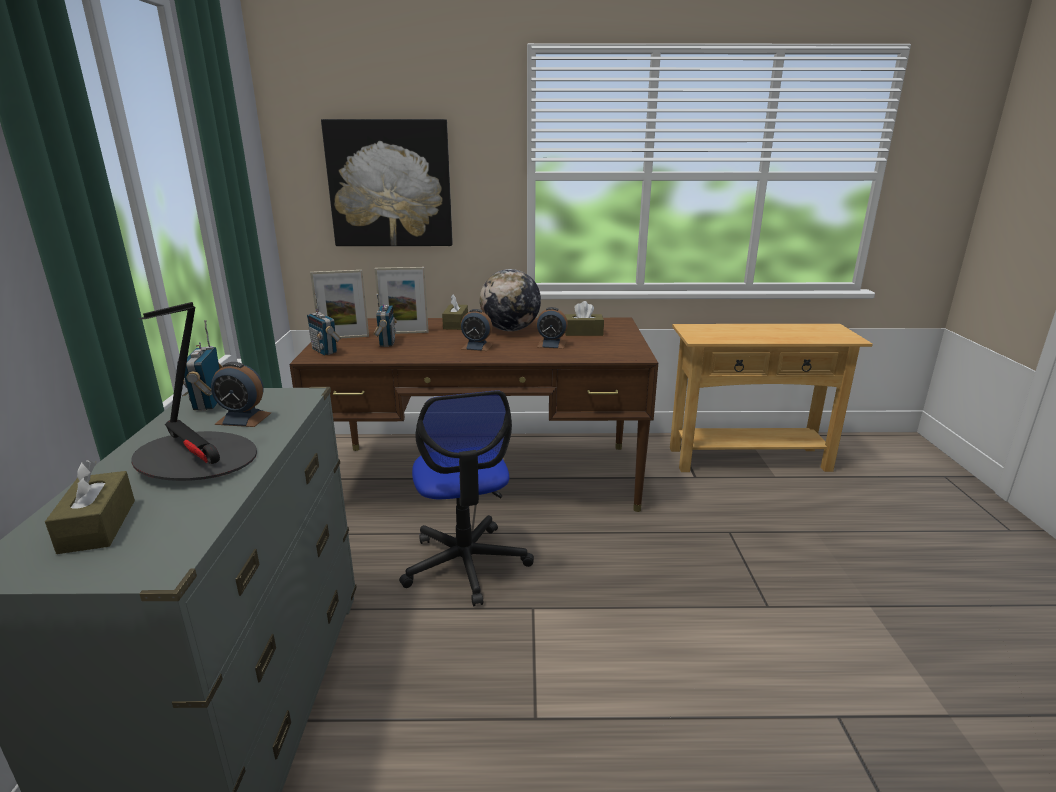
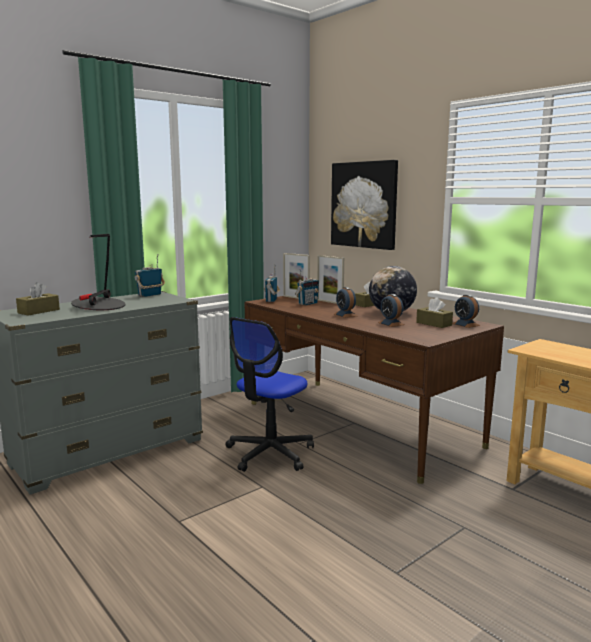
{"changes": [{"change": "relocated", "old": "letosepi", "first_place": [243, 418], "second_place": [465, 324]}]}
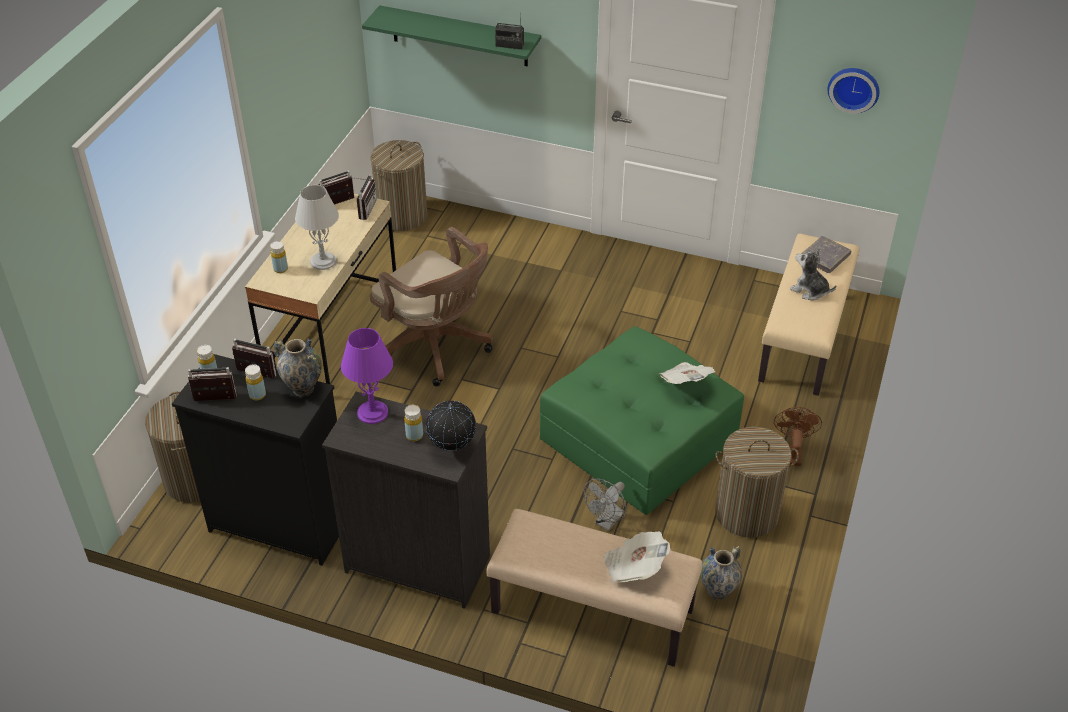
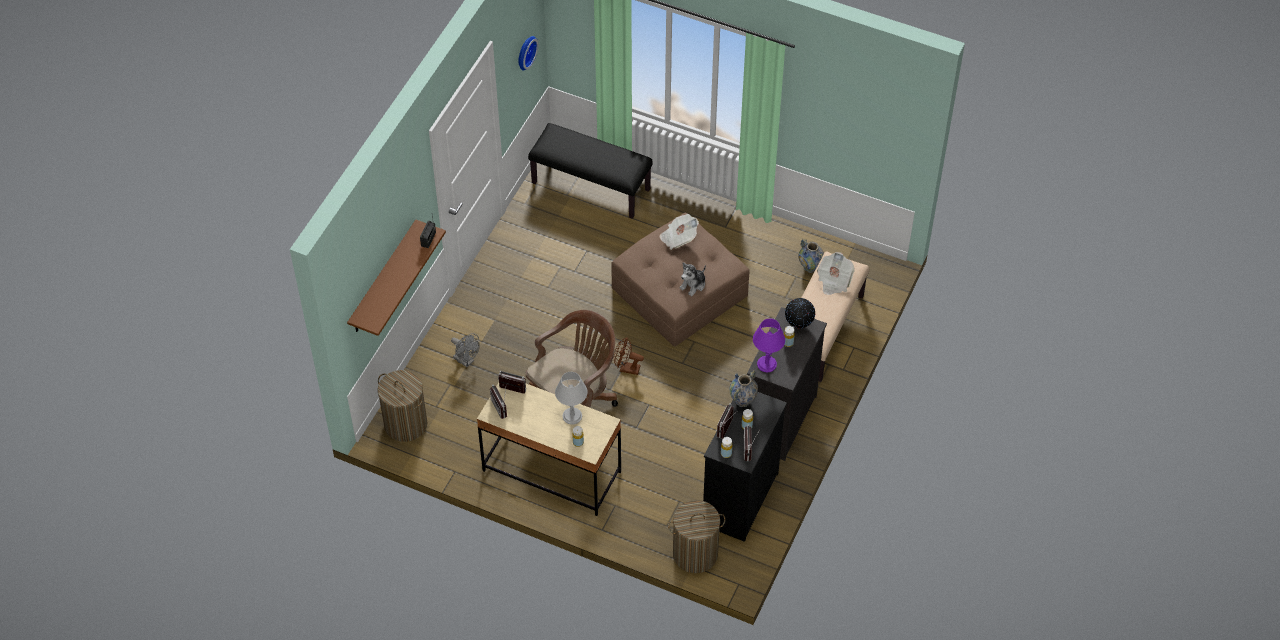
{"changes": [{"change": "missing", "old": "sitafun", "first_place": [746, 513]}, {"change": "missing", "old": "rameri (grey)", "first_place": [825, 257]}, {"change": "relocated", "old": "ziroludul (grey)", "first_place": [607, 522], "second_place": [466, 361]}, {"change": "relocated", "old": "ziroludul (brown)", "first_place": [792, 452], "second_place": [626, 368]}, {"change": "relocated", "old": "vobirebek", "first_place": [810, 290], "second_place": [693, 285]}, {"change": "colour", "old": "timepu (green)", "new": "timepu (brown)", "first_place": [459, 36], "second_place": [383, 279]}, {"change": "colour", "old": "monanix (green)", "new": "monanix (brown)", "first_place": [638, 439], "second_place": [680, 292]}, {"change": "colour", "old": "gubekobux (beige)", "new": "gubekobux (black)", "first_place": [804, 338], "second_place": [591, 186]}]}
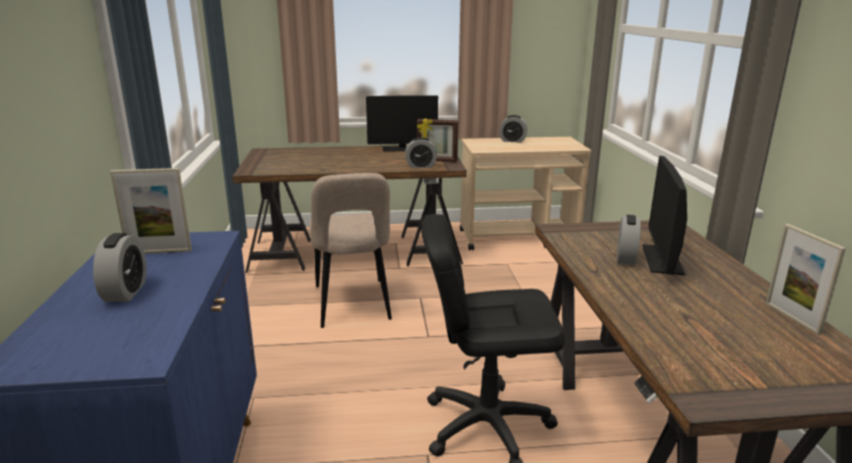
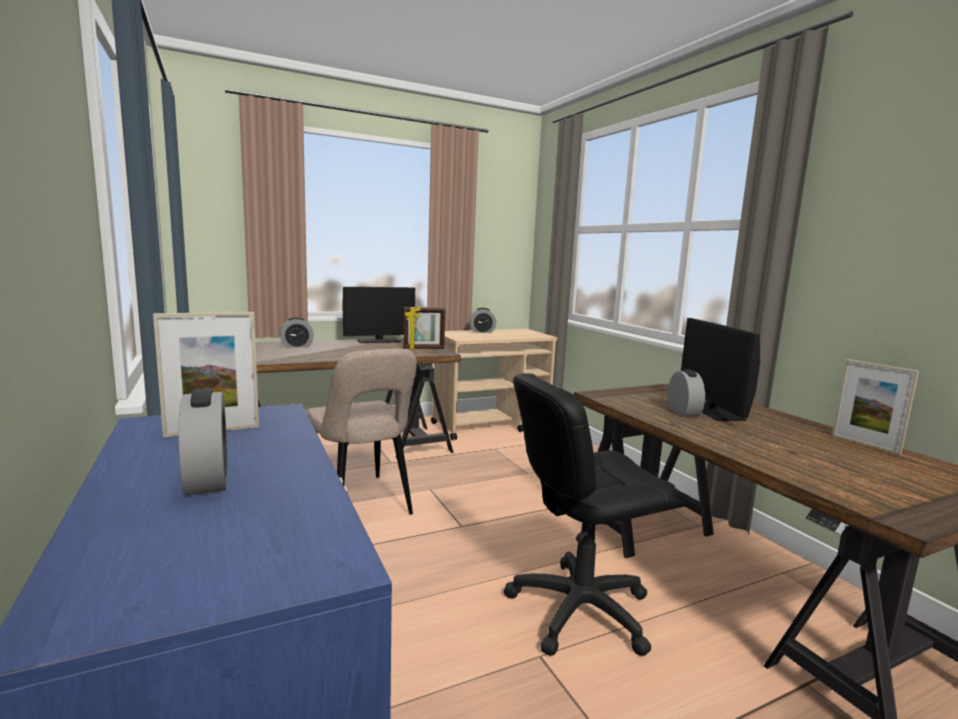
{"changes": [{"change": "relocated", "old": "letosepi", "first_place": [421, 166], "second_place": [297, 346]}]}
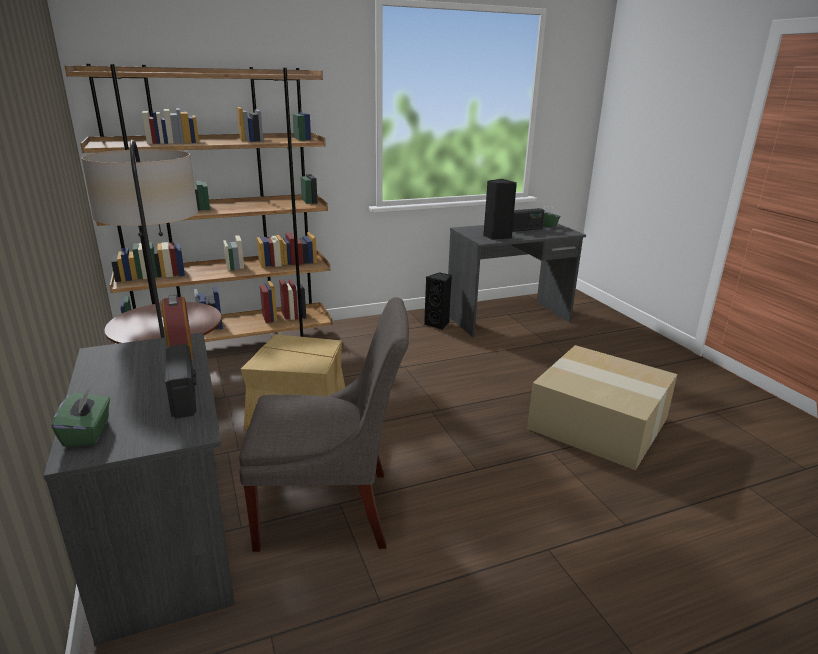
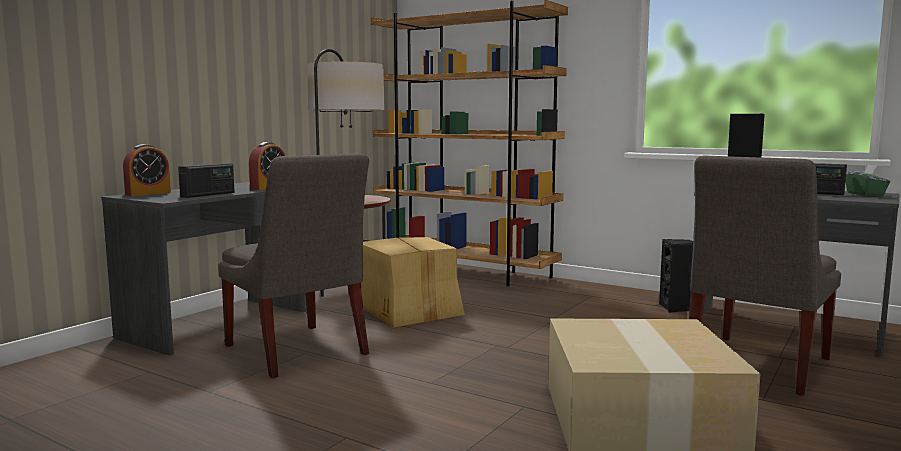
{"changes": [{"change": "appeared", "new": "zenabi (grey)", "second_place": [755, 365]}, {"change": "exchanged", "old": "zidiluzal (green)", "new": "letosepi", "first_place": [88, 433], "second_place": [148, 193]}]}
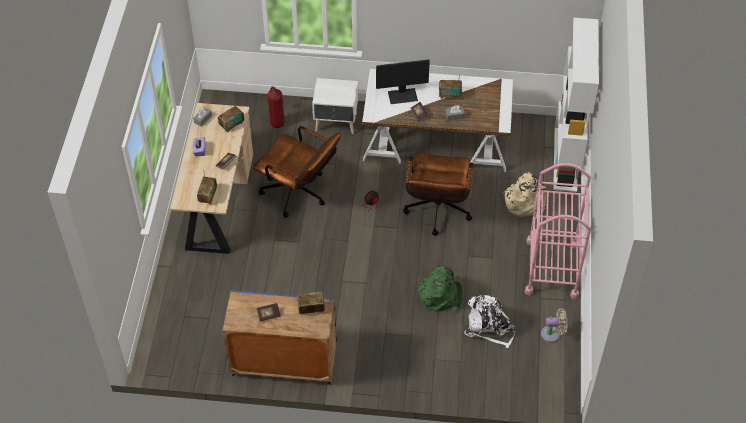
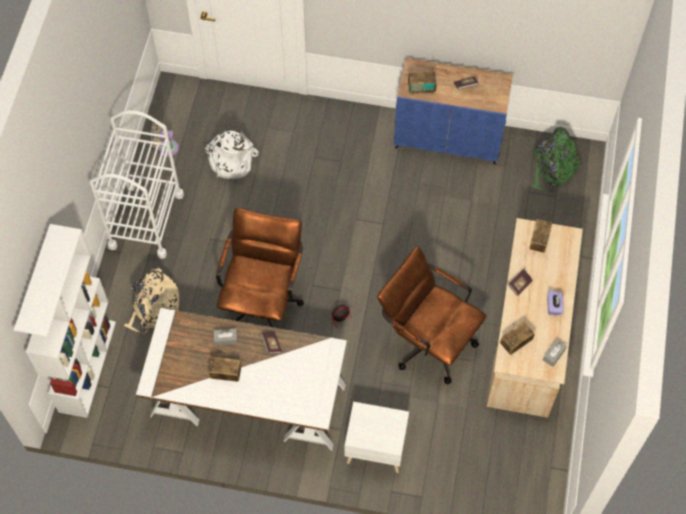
{"changes": [{"change": "missing", "old": "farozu", "first_place": [276, 123]}, {"change": "missing", "old": "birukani", "first_place": [403, 95]}, {"change": "relocated", "old": "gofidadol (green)", "first_place": [440, 294], "second_place": [553, 168]}, {"change": "colour", "old": "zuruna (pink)", "new": "zuruna (white)", "first_place": [552, 268], "second_place": [146, 220]}]}
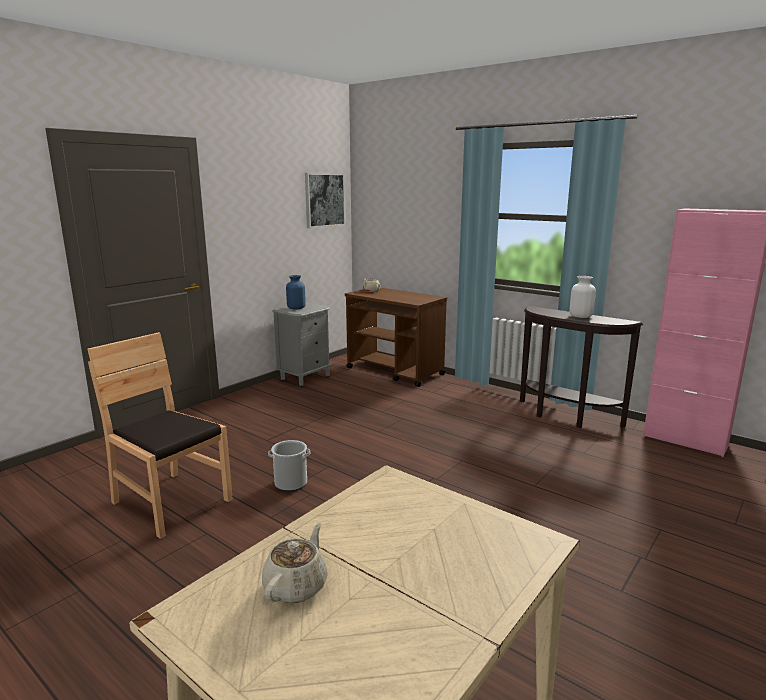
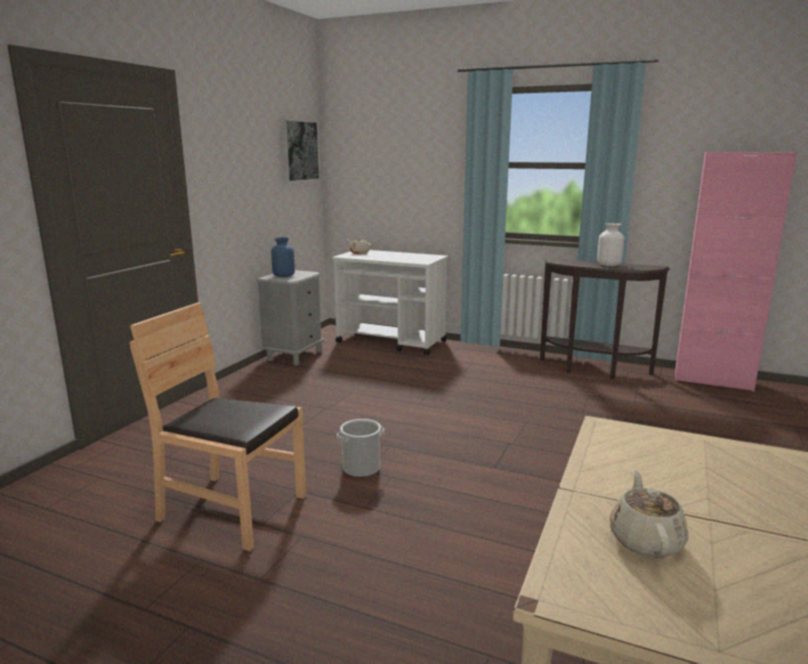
{"changes": [{"change": "colour", "old": "zuruna (brown)", "new": "zuruna (white)", "first_place": [395, 371], "second_place": [392, 342]}]}
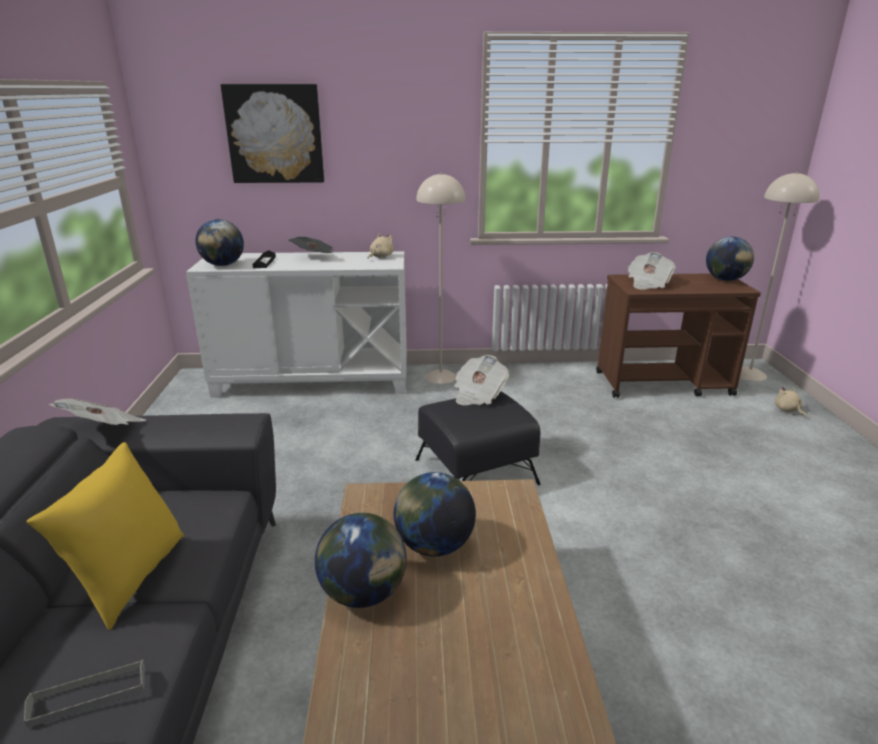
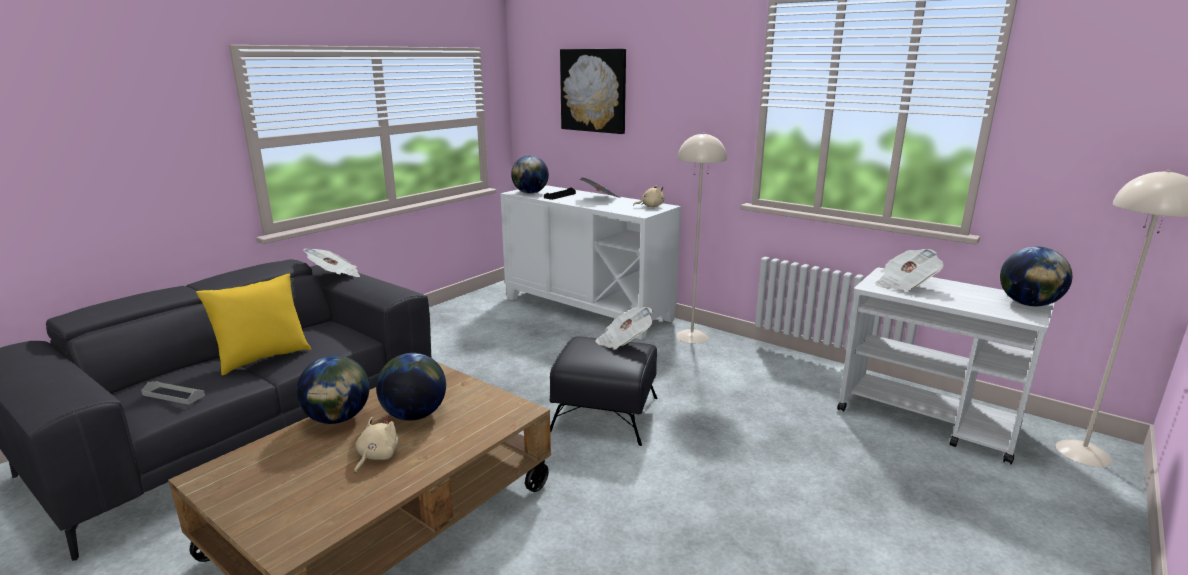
{"changes": [{"change": "relocated", "old": "vobirebek (beige)", "first_place": [788, 410], "second_place": [377, 457]}, {"change": "colour", "old": "zuruna (brown)", "new": "zuruna (white)", "first_place": [664, 383], "second_place": [928, 419]}]}
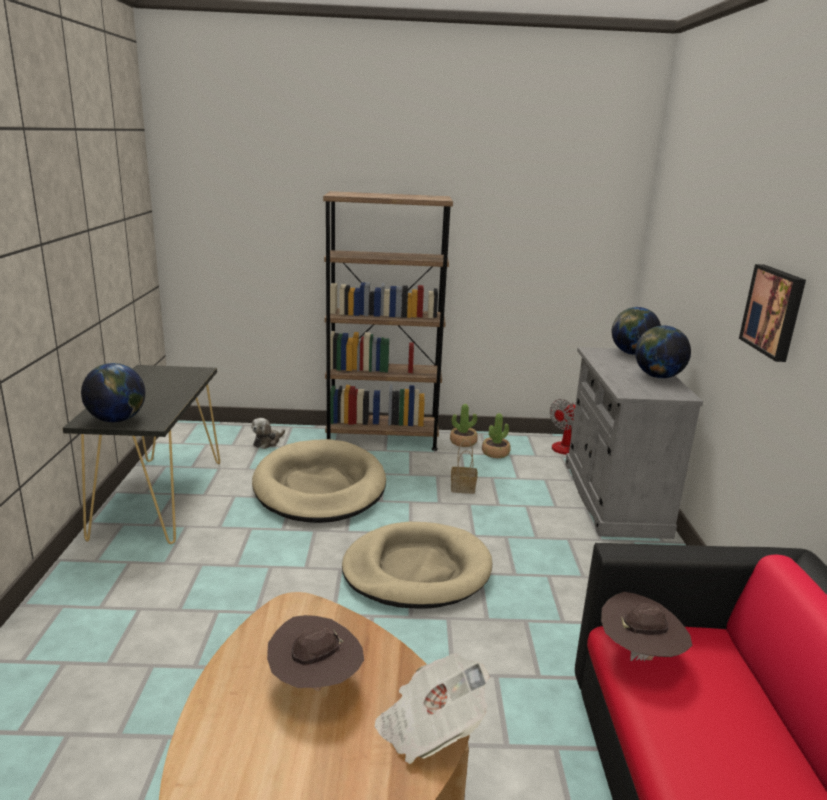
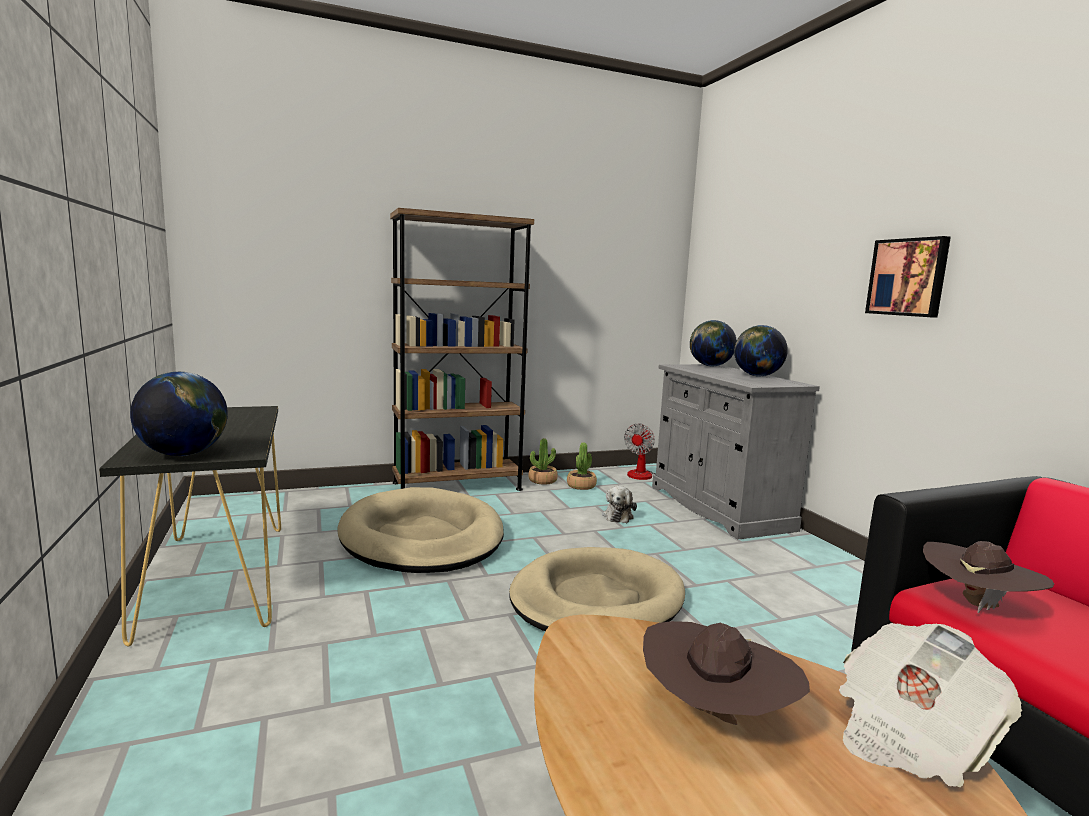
{"changes": [{"change": "missing", "old": "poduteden", "first_place": [464, 488]}, {"change": "relocated", "old": "vobirebek", "first_place": [268, 442], "second_place": [618, 516]}]}
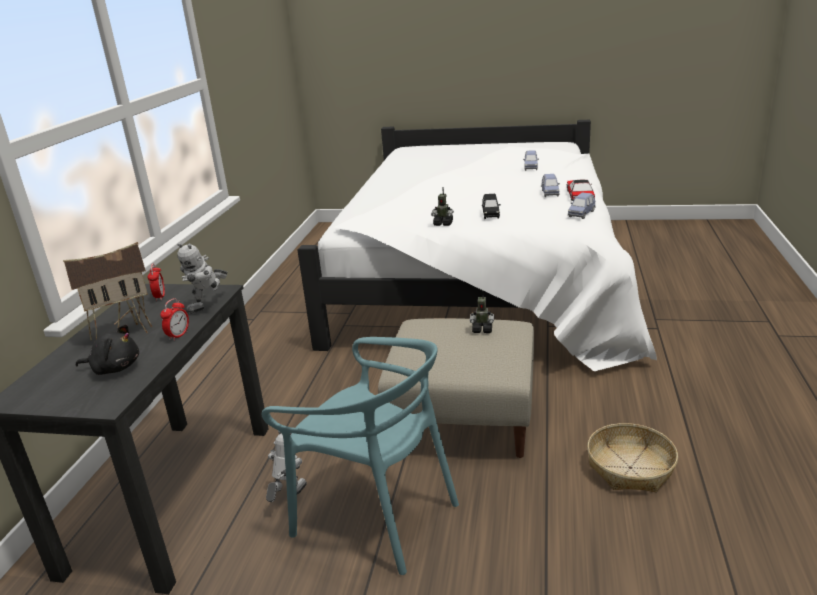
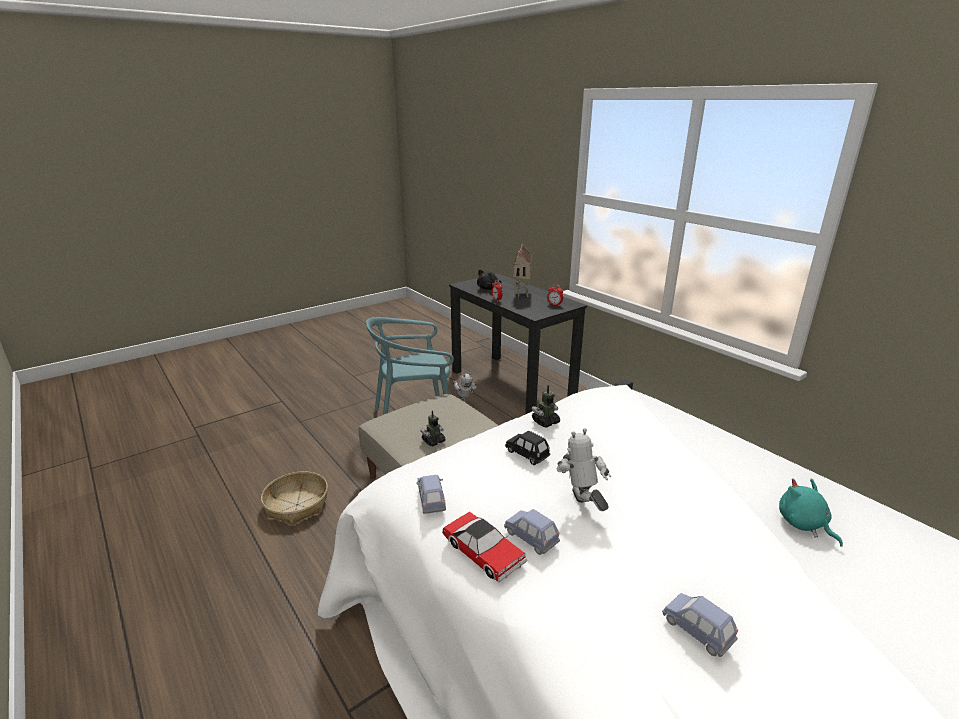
{"changes": [{"change": "appeared", "new": "vobirebek (turquoise)", "second_place": [803, 524]}, {"change": "relocated", "old": "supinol", "first_place": [209, 306], "second_place": [581, 507]}]}
